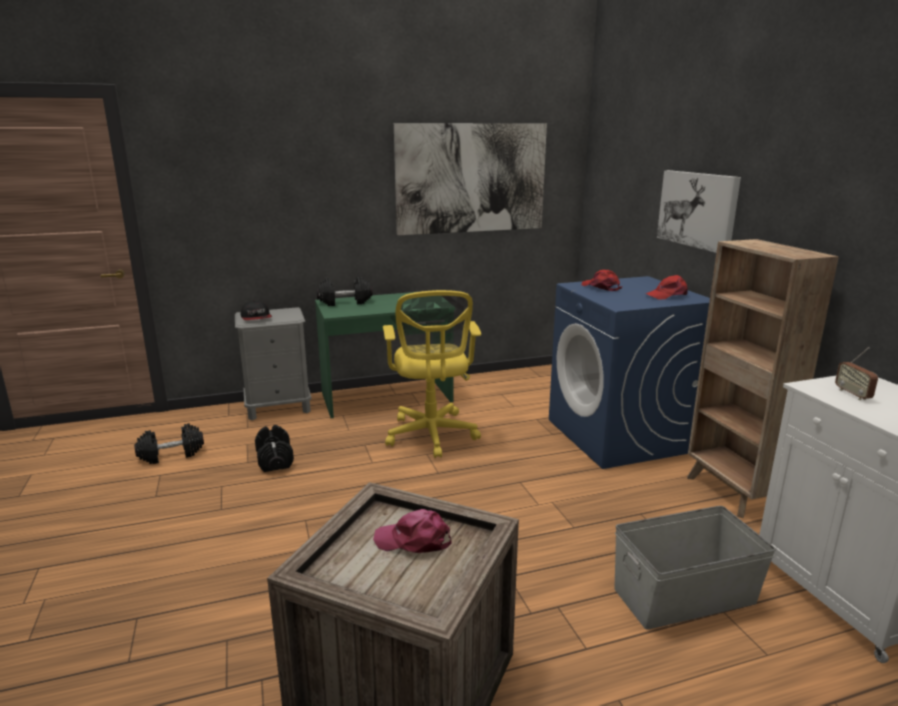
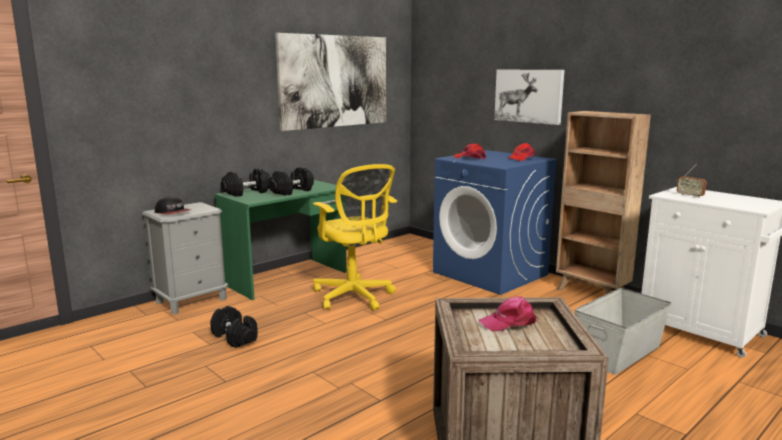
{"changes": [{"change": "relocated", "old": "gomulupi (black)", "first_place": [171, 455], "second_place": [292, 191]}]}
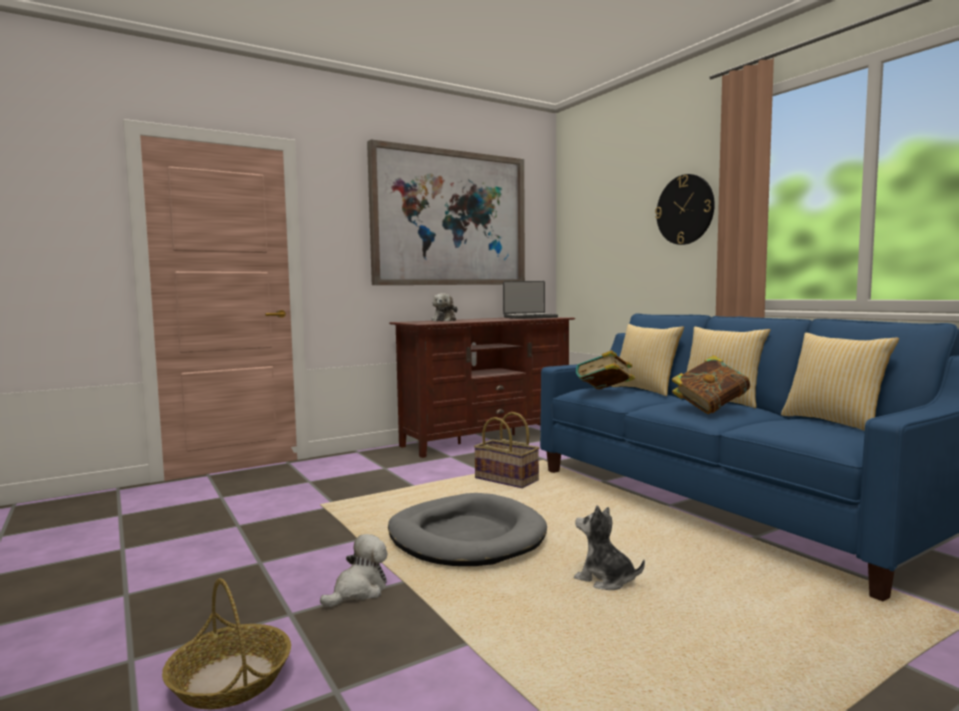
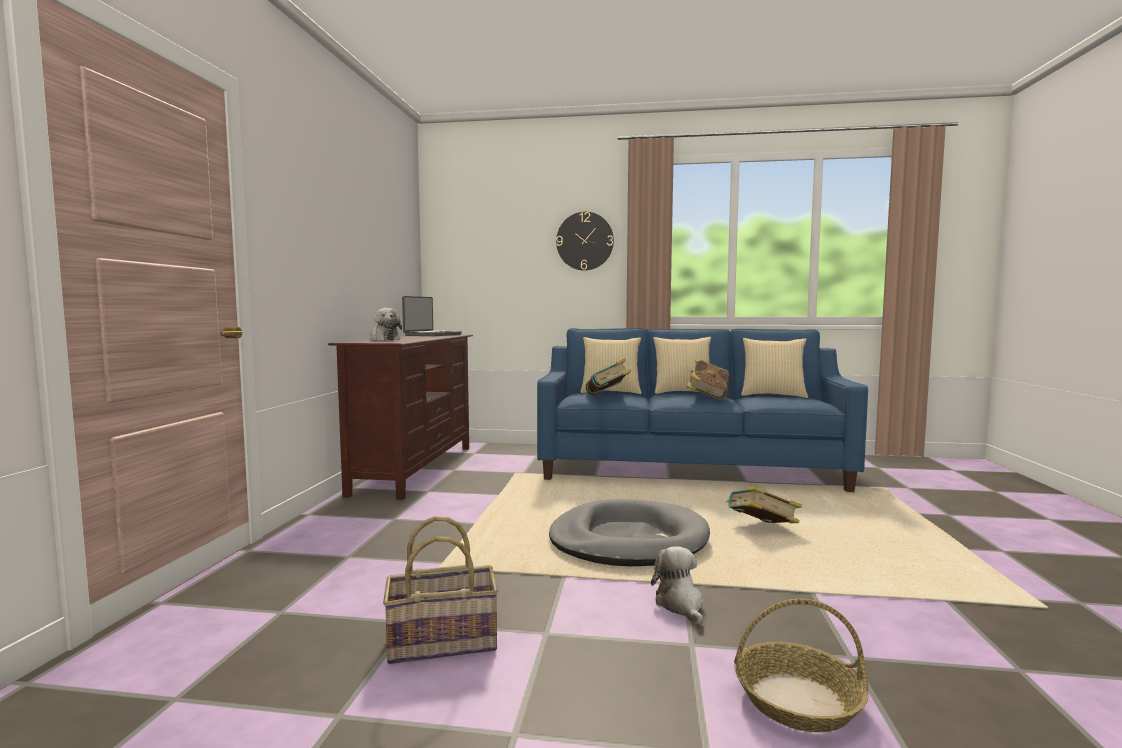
{"changes": [{"change": "missing", "old": "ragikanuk", "first_place": [450, 219]}, {"change": "relocated", "old": "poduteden", "first_place": [507, 480], "second_place": [443, 641]}, {"change": "exchanged", "old": "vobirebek", "new": "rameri", "first_place": [605, 580], "second_place": [761, 529]}]}
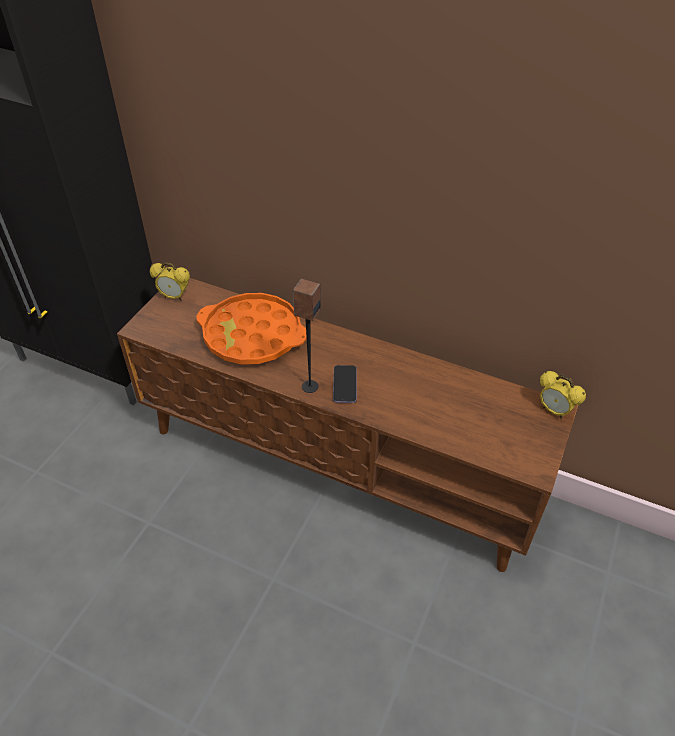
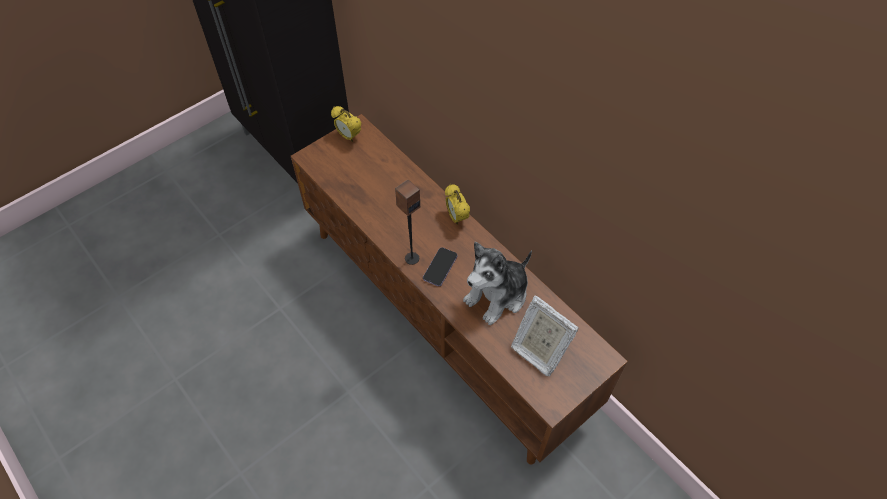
{"changes": [{"change": "missing", "old": "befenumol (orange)", "first_place": [252, 335]}, {"change": "appeared", "new": "vobirebek", "second_place": [498, 295]}, {"change": "appeared", "new": "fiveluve", "second_place": [538, 350]}, {"change": "relocated", "old": "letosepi", "first_place": [554, 411], "second_place": [456, 217]}]}
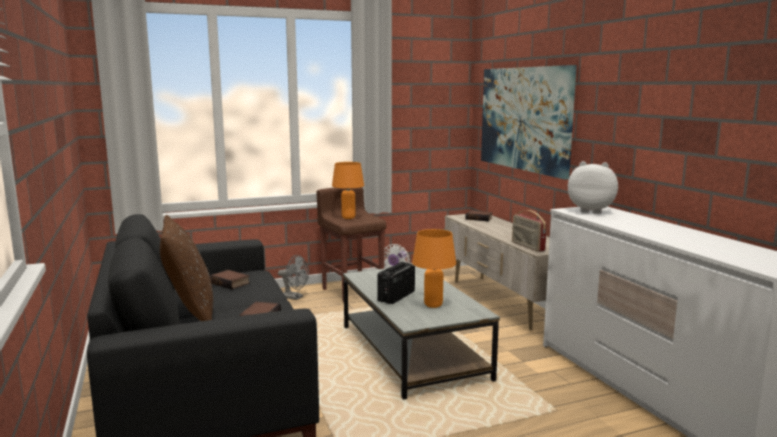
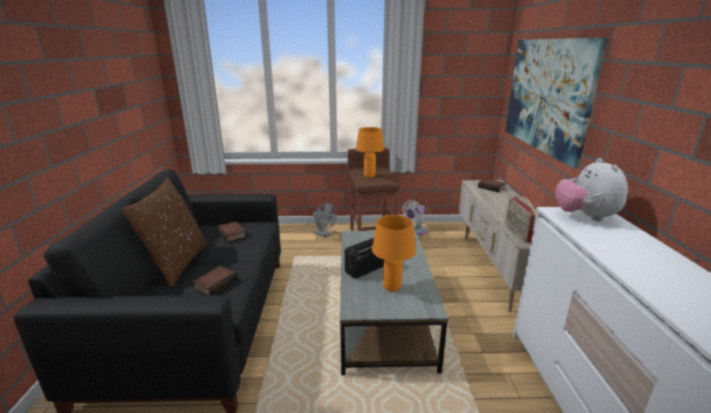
{"changes": [{"change": "spun", "old": "vobirebek", "first_place": [591, 211], "second_place": [584, 217], "degrees": -135}]}
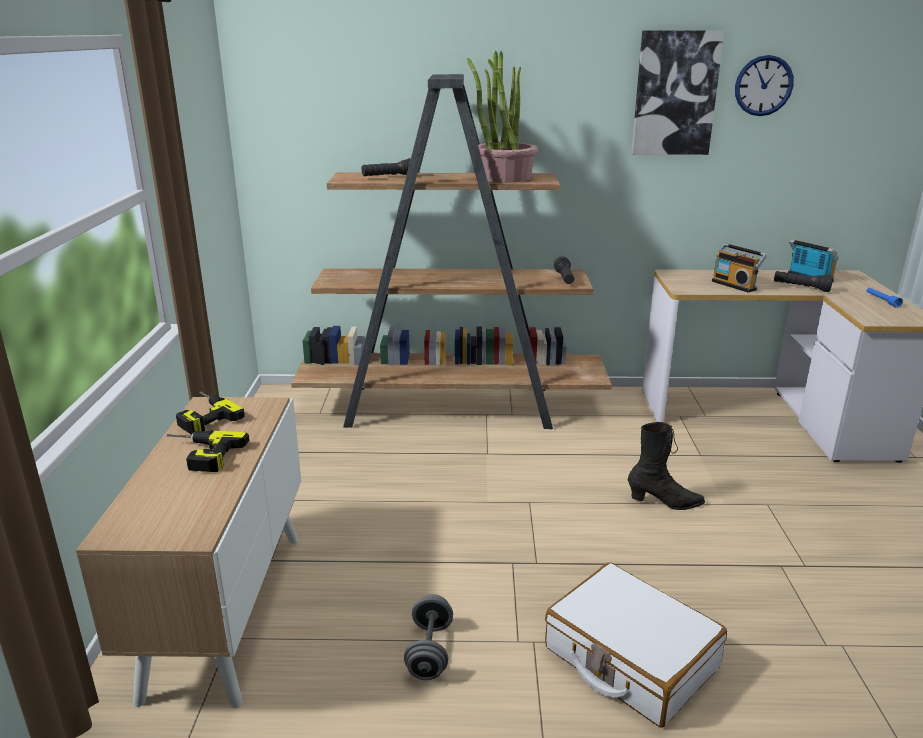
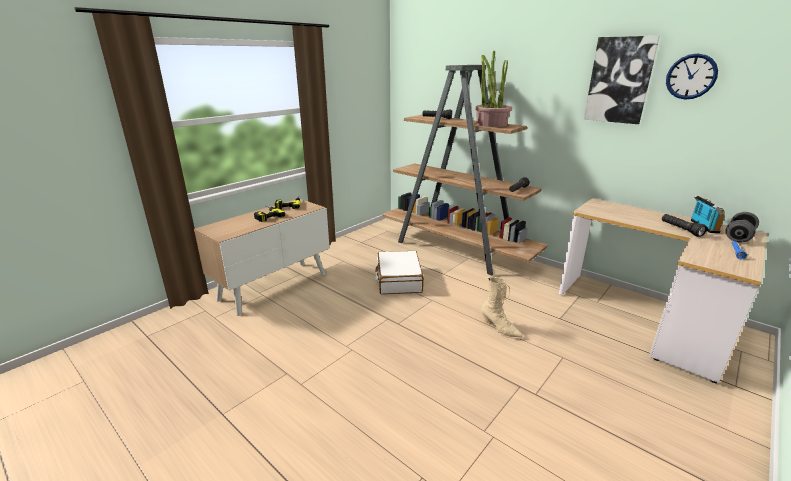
{"changes": [{"change": "missing", "old": "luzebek", "first_place": [735, 285]}, {"change": "relocated", "old": "gomulupi (grey)", "first_place": [429, 651], "second_place": [738, 237]}, {"change": "relocated", "old": "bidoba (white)", "first_place": [630, 658], "second_place": [398, 280]}, {"change": "colour", "old": "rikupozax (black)", "new": "rikupozax (beige)", "first_place": [664, 502], "second_place": [500, 329]}]}
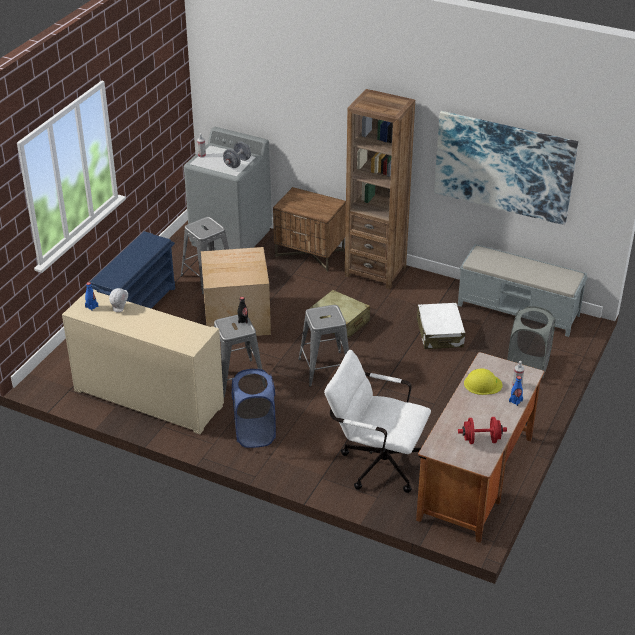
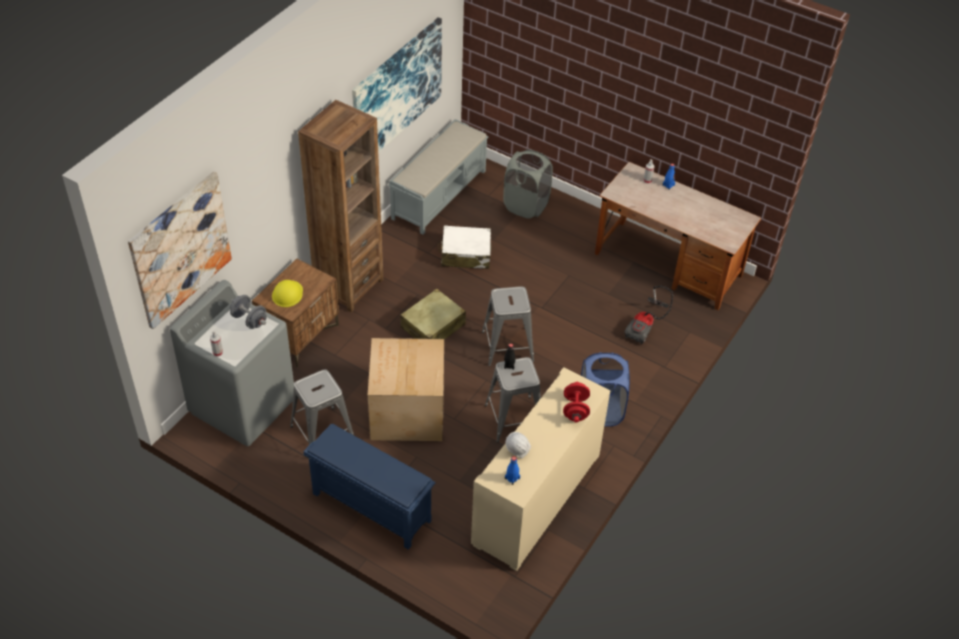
{"changes": [{"change": "appeared", "new": "ragikanuk", "second_place": [180, 249]}, {"change": "relocated", "old": "gomulupi (red)", "first_place": [481, 440], "second_place": [575, 410]}, {"change": "relocated", "old": "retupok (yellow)", "first_place": [482, 384], "second_place": [287, 294]}, {"change": "exchanged", "old": "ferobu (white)", "new": "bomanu", "first_place": [375, 462], "second_place": [646, 327]}]}
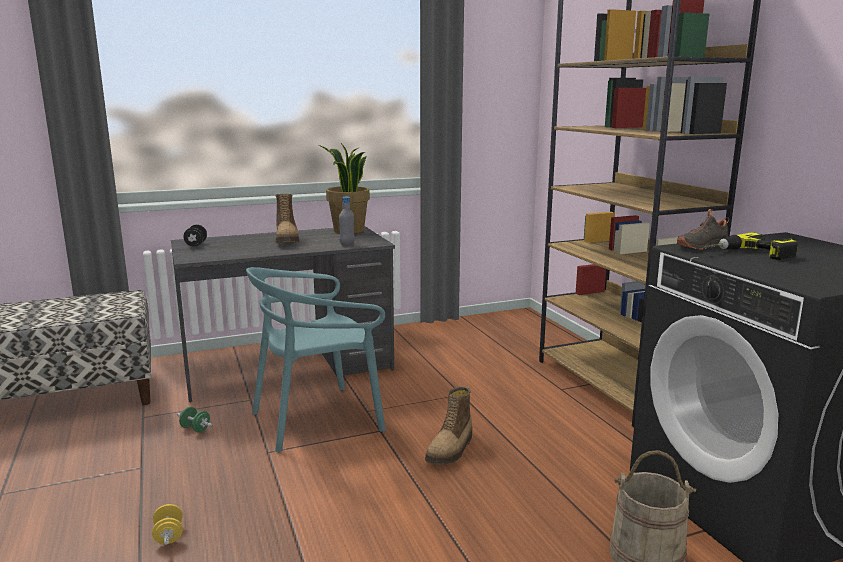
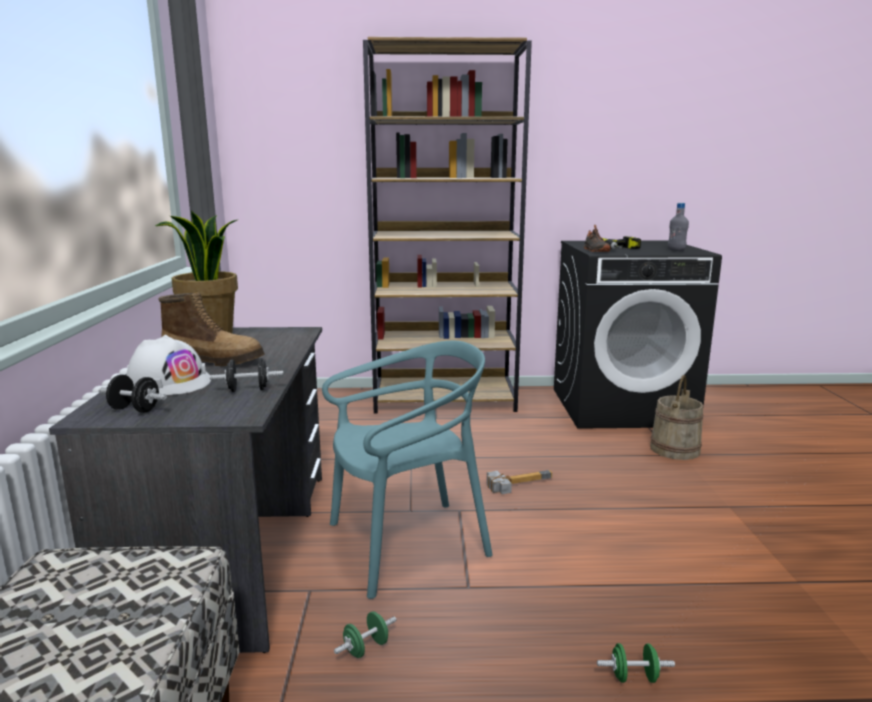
{"changes": [{"change": "appeared", "new": "retupok (white)", "second_place": [169, 382]}, {"change": "appeared", "new": "gomulupi (black)", "second_place": [248, 390]}, {"change": "relocated", "old": "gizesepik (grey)", "first_place": [347, 244], "second_place": [676, 250]}, {"change": "exchanged", "old": "rikupozax", "new": "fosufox", "first_place": [451, 450], "second_place": [516, 483]}, {"change": "colour", "old": "gomulupi (yellow)", "new": "gomulupi (green)", "first_place": [169, 536], "second_place": [633, 677]}, {"change": "spun", "old": "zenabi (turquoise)", "first_place": [317, 419], "second_place": [407, 544], "degrees": -105}]}
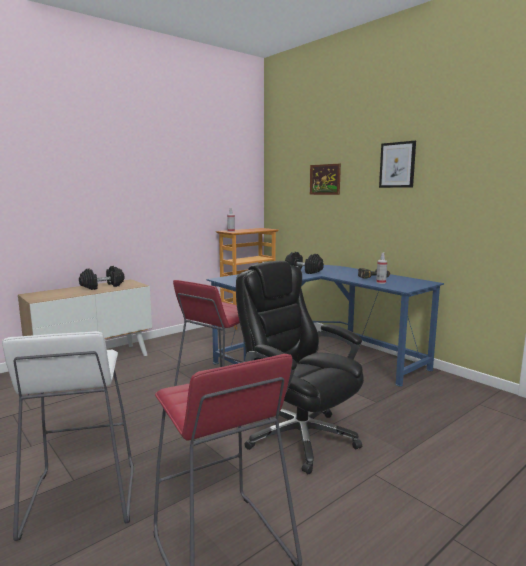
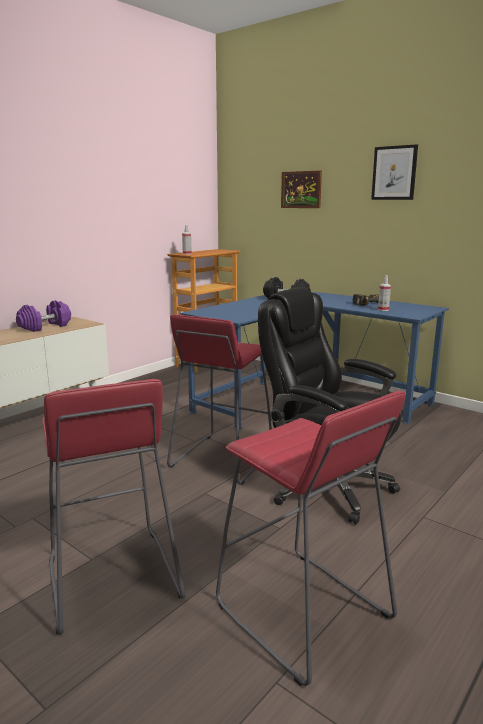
{"changes": [{"change": "colour", "old": "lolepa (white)", "new": "lolepa (red)", "first_place": [80, 498], "second_place": [111, 578]}, {"change": "colour", "old": "gomulupi (black)", "new": "gomulupi (purple)", "first_place": [102, 286], "second_place": [45, 327]}]}
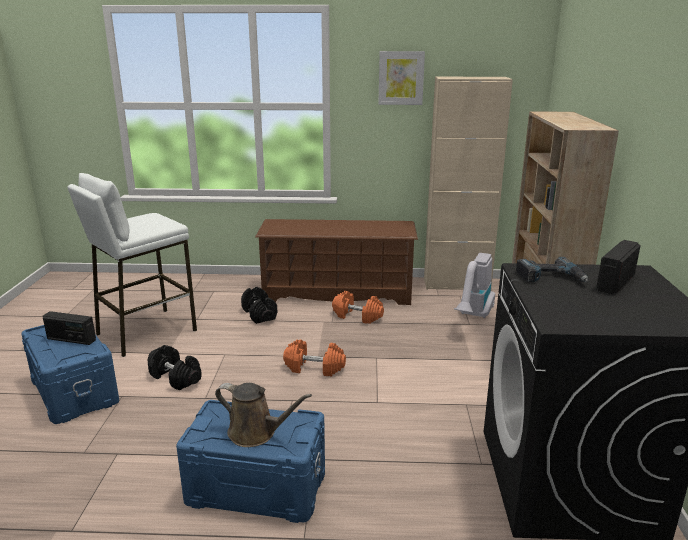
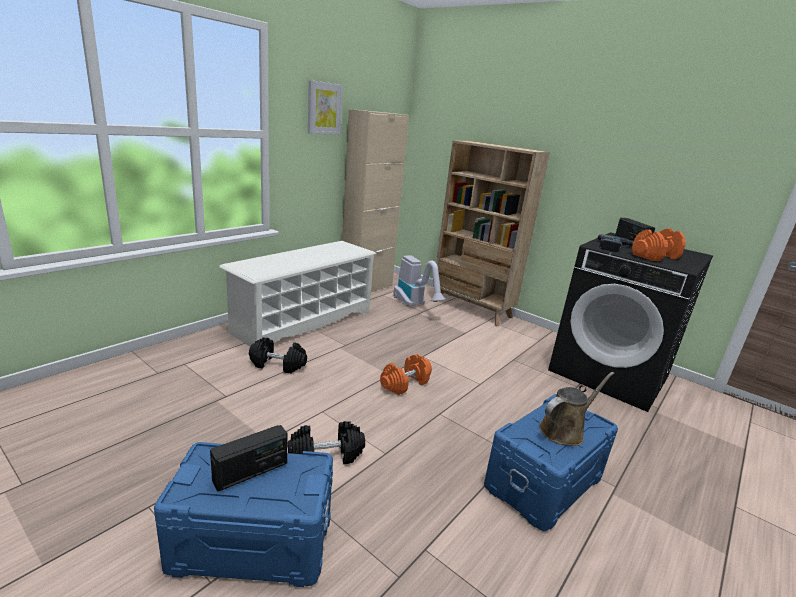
{"changes": [{"change": "missing", "old": "lolepa (white)", "first_place": [145, 332]}, {"change": "relocated", "old": "gomulupi (orange)", "first_place": [357, 316], "second_place": [655, 256]}, {"change": "colour", "old": "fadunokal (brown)", "new": "fadunokal (white)", "first_place": [338, 293], "second_place": [303, 322]}]}
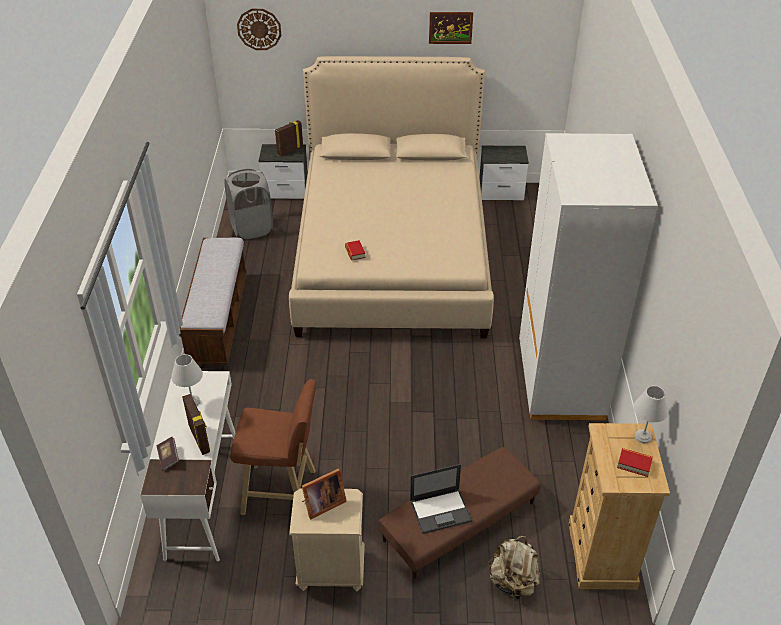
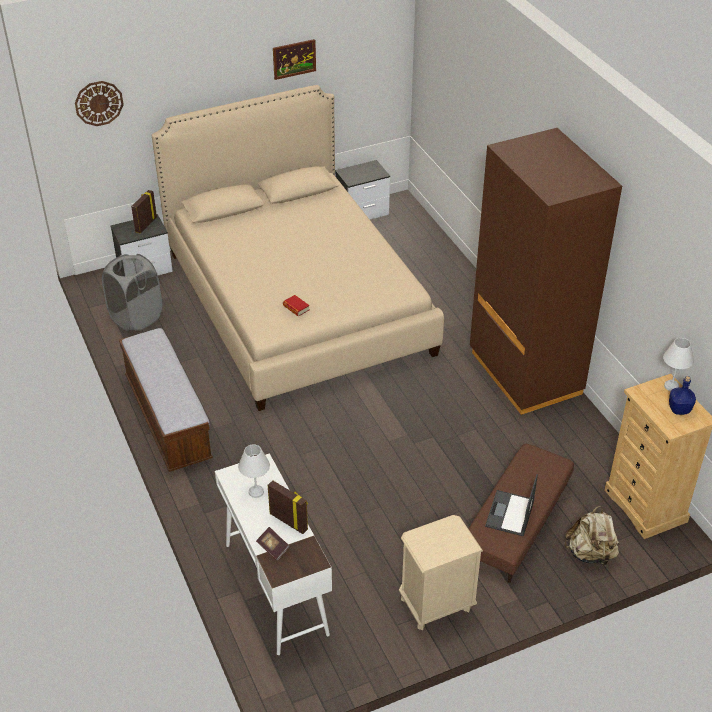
{"changes": [{"change": "missing", "old": "lolepa (brown)", "first_place": [283, 492]}, {"change": "missing", "old": "fiveluve", "first_place": [322, 504]}, {"change": "exchanged", "old": "rameri", "new": "gizesepik (blue)", "first_place": [634, 464], "second_place": [678, 409]}, {"change": "colour", "old": "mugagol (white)", "new": "mugagol (brown)", "first_place": [560, 381], "second_place": [525, 373]}, {"change": "spun", "old": "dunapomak", "first_place": [441, 510], "second_place": [510, 514], "degrees": 150}]}
